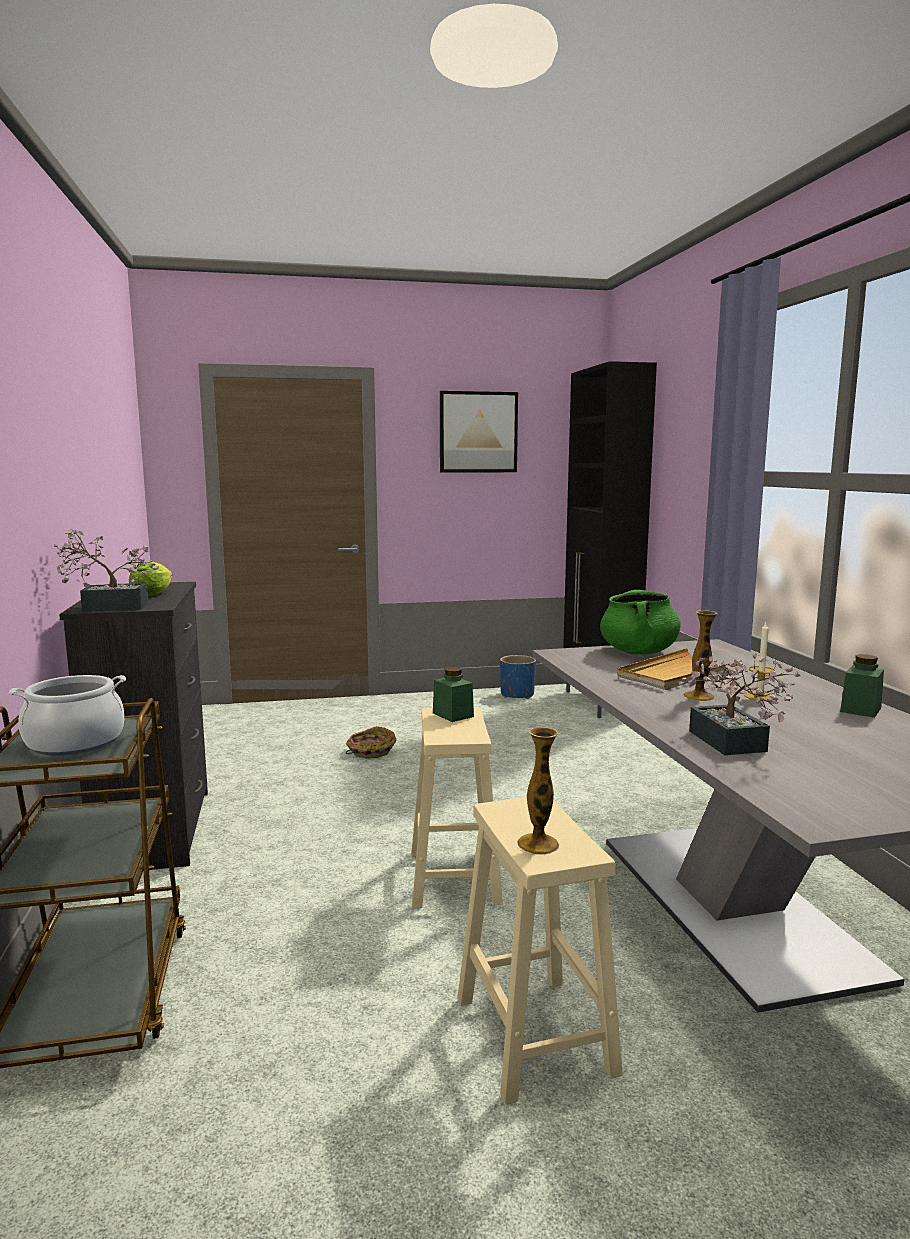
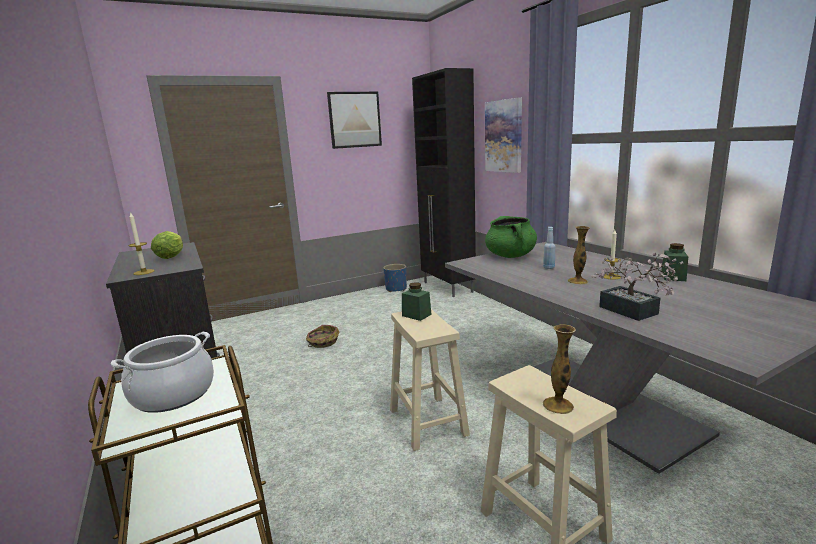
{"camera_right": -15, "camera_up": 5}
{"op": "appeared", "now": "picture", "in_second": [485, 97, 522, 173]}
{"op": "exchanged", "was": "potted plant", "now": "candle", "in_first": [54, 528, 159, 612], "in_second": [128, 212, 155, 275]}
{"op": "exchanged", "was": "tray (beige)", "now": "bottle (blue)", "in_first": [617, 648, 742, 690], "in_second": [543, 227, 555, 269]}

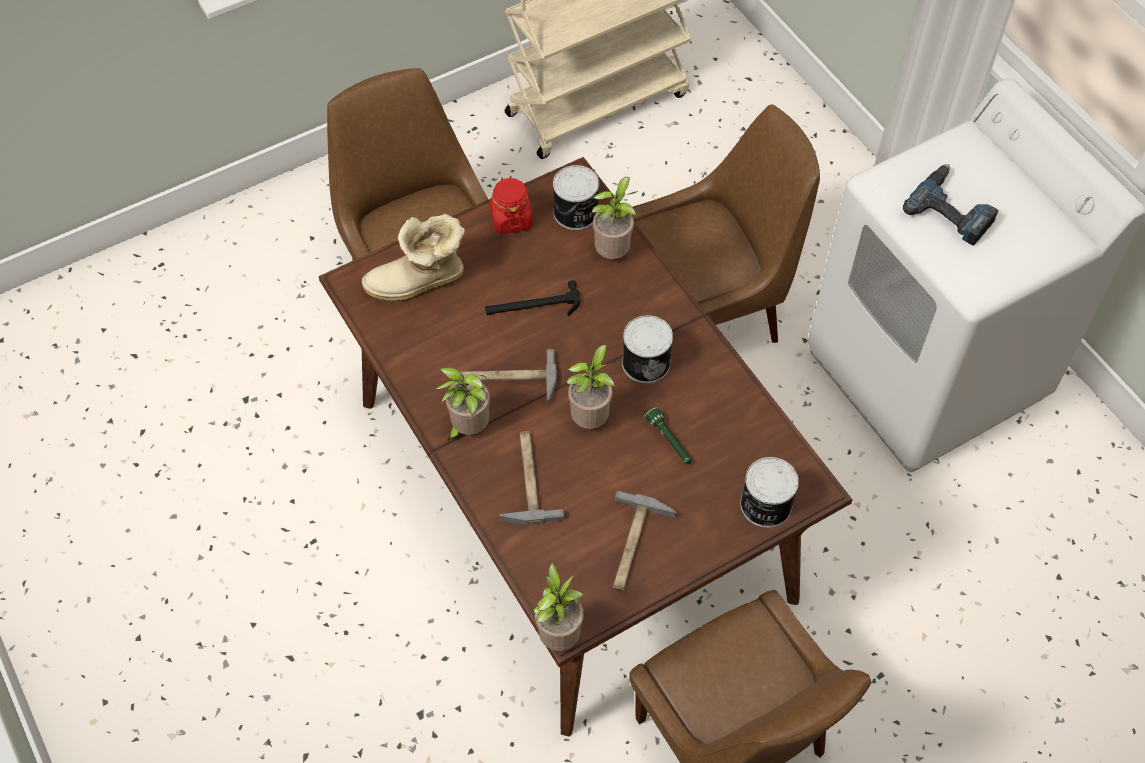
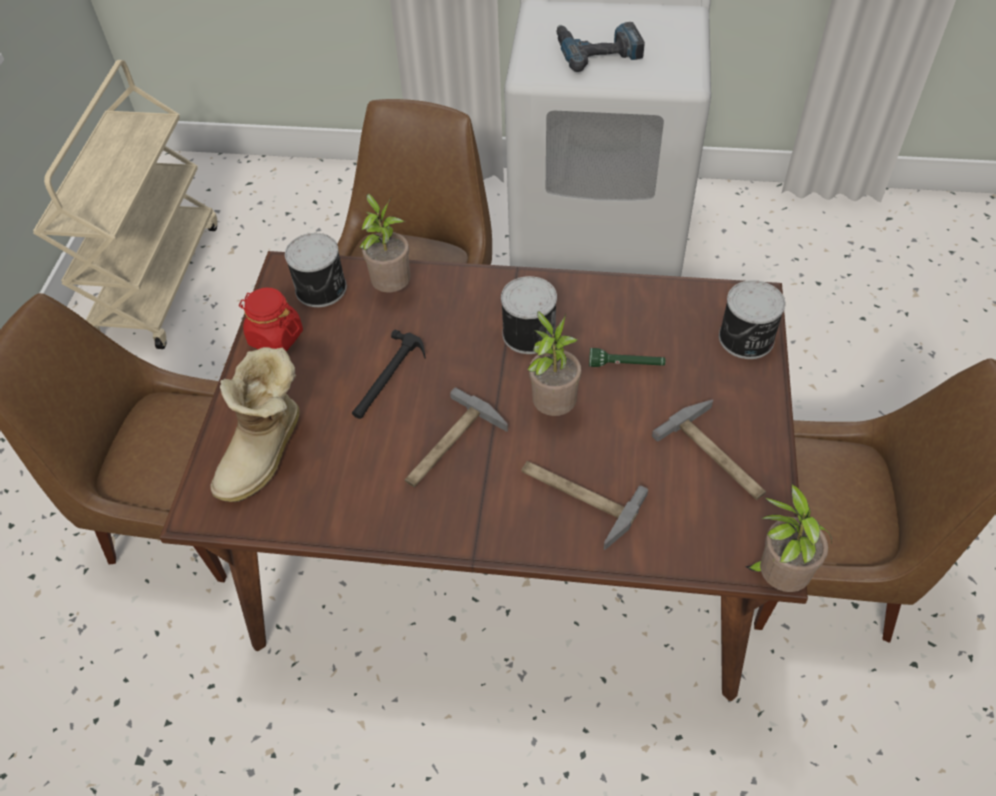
{"camera_right": -50, "camera_up": -5}
{"op": "missing", "was": "potted plant", "in_first": [436, 367, 490, 441]}

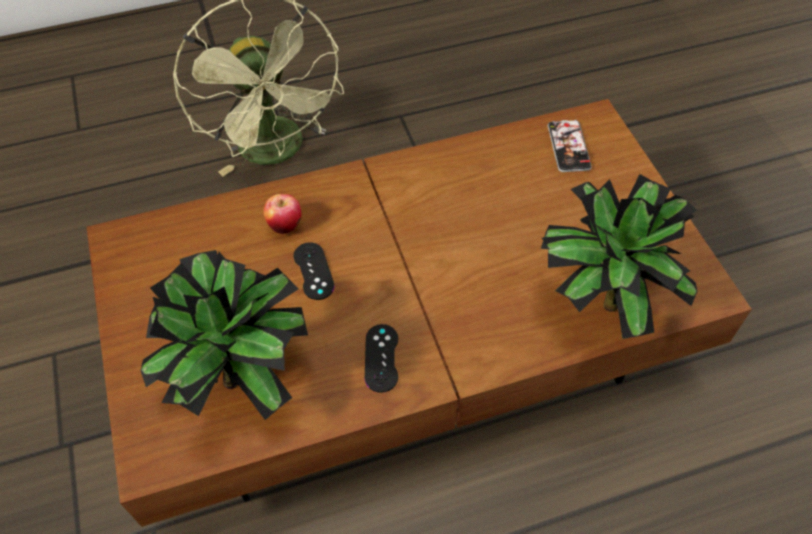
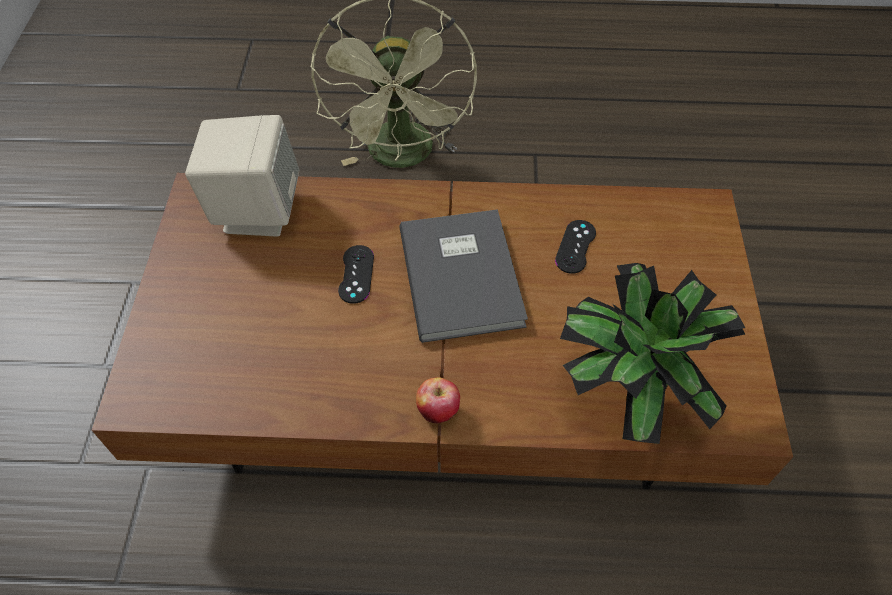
{"camera_right": 20, "camera_up": 0}
{"op": "missing", "was": "potted plant", "in_first": [141, 250, 308, 420]}
{"op": "missing", "was": "phone", "in_first": [547, 120, 592, 172]}
{"op": "appeared", "now": "speaker (beige)", "in_second": [185, 115, 299, 237]}
{"op": "appeared", "now": "book (grey)", "in_second": [400, 209, 528, 343]}
{"op": "relocated", "was": "apple", "in_first": [263, 194, 301, 234], "in_second": [416, 377, 460, 423]}
{"op": "relocated", "was": "game controller (black)", "in_first": [365, 324, 398, 393], "in_second": [555, 220, 596, 274]}

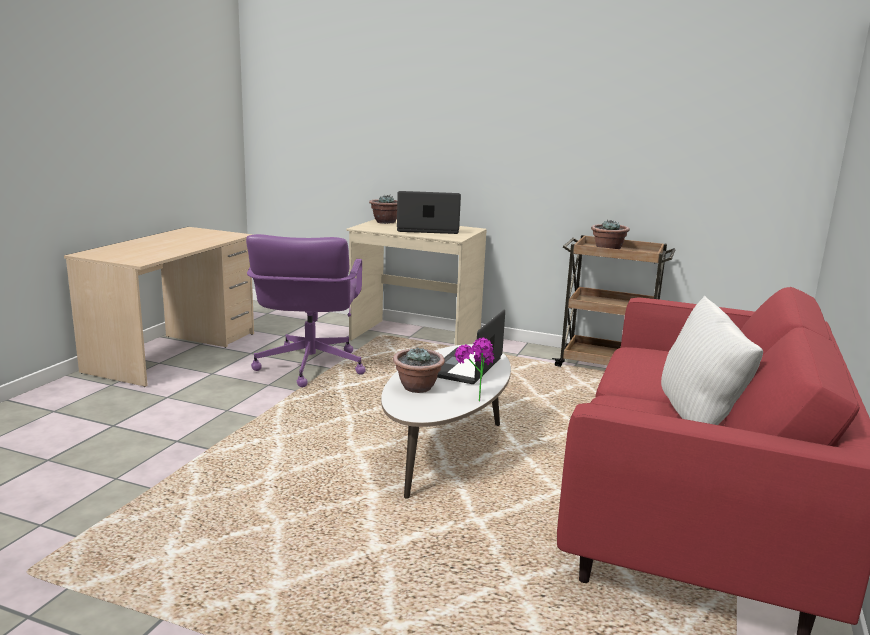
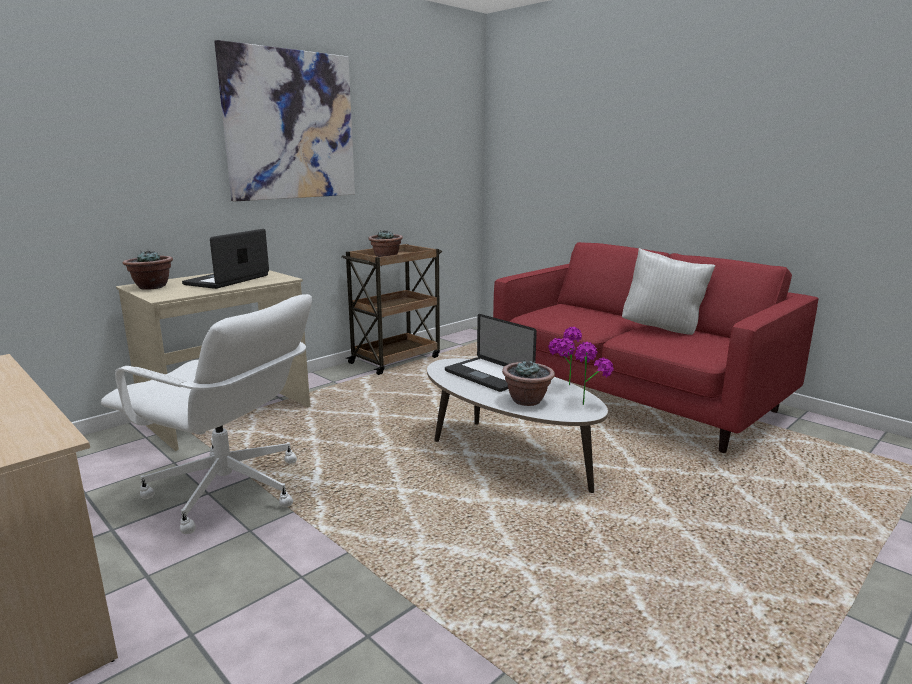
{"camera_right": -65, "camera_up": 0}
{"op": "appeared", "now": "picture", "in_second": [214, 40, 355, 201]}
{"op": "appeared", "now": "potted plant", "in_second": [575, 342, 614, 405]}
{"op": "colour", "was": "office chair (purple)", "now": "office chair (white)", "in_first": [246, 234, 366, 387], "in_second": [101, 294, 312, 534]}

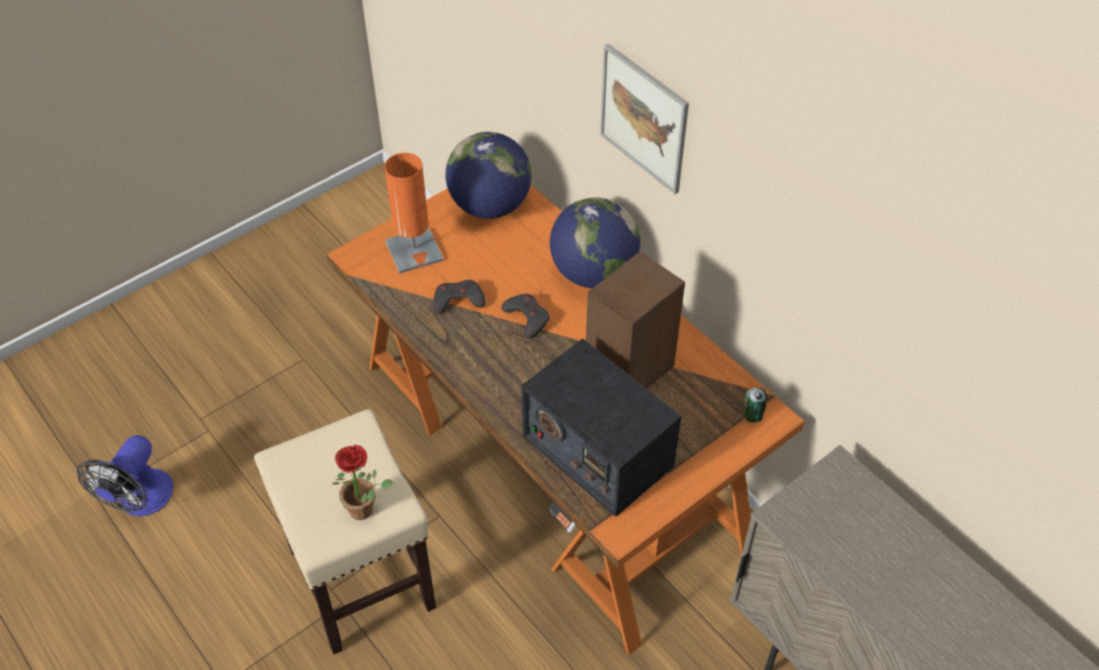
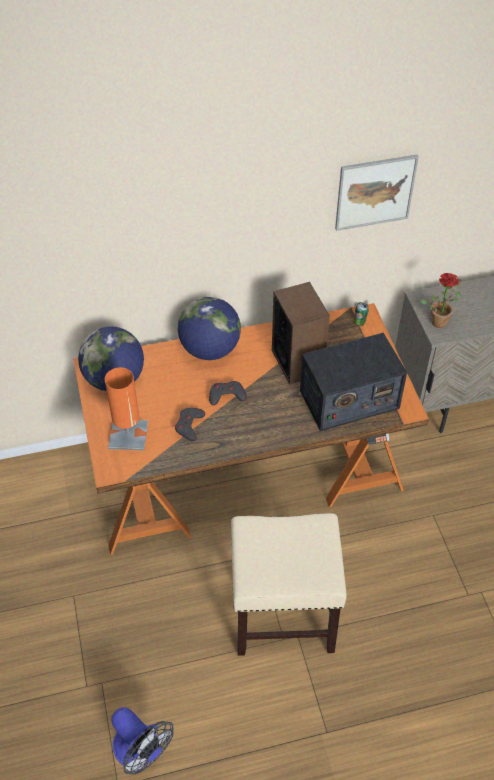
{"camera_right": -65, "camera_up": 0}
{"op": "relocated", "was": "potted plant", "in_first": [332, 445, 393, 520], "in_second": [420, 273, 461, 328]}
{"op": "relocated", "was": "picture", "in_first": [600, 44, 689, 194], "in_second": [335, 155, 419, 231]}

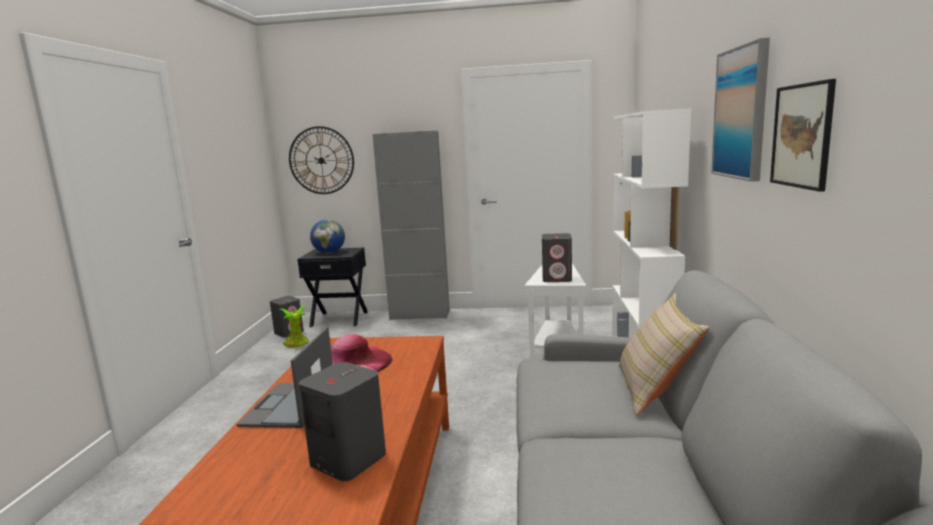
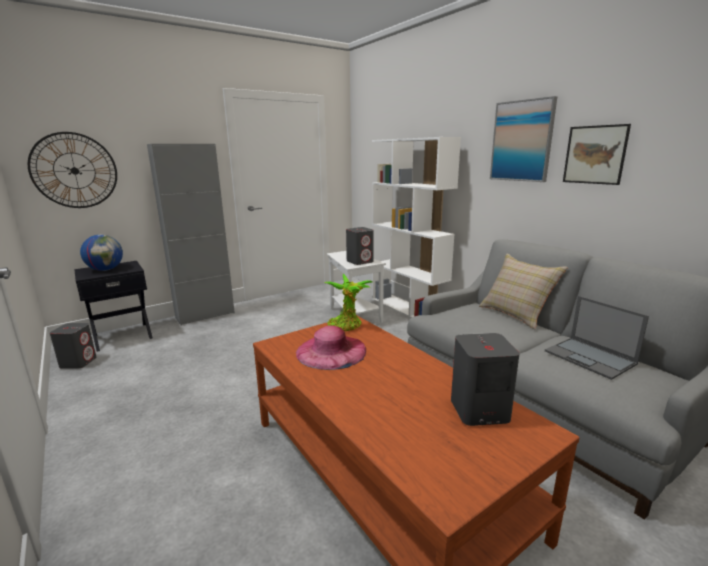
{"camera_right": -40, "camera_up": 5}
{"op": "relocated", "was": "laptop", "in_first": [237, 327, 333, 428], "in_second": [545, 296, 649, 380]}
{"op": "relocated", "was": "potted plant", "in_first": [280, 305, 308, 347], "in_second": [325, 273, 372, 331]}

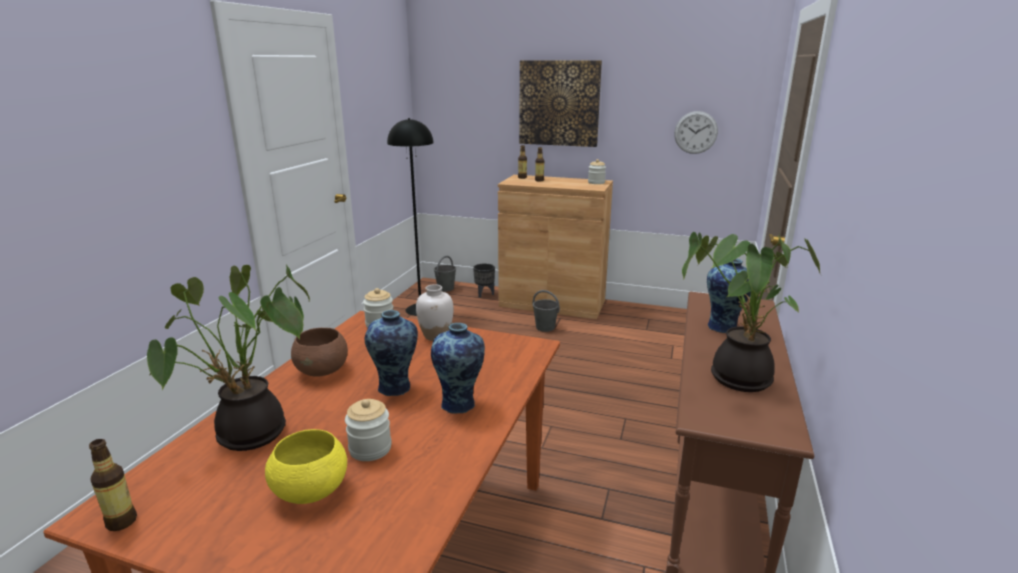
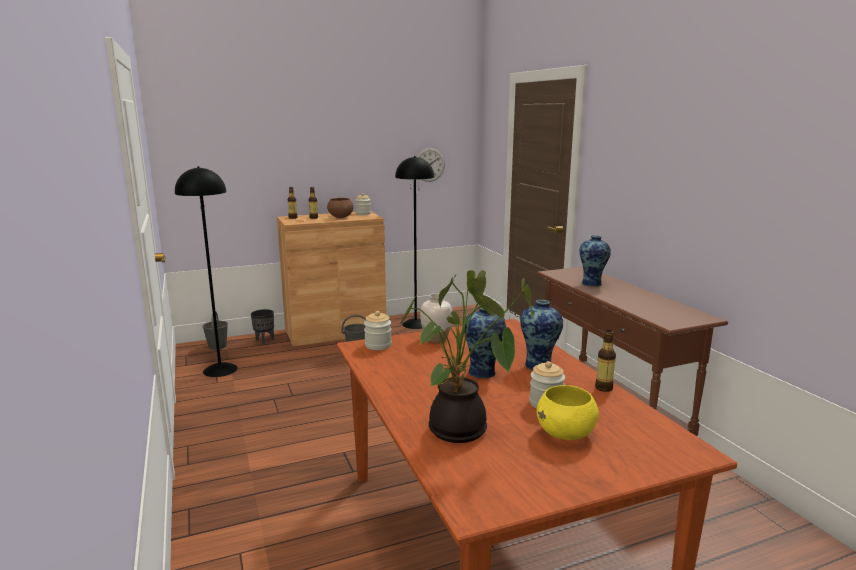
{"camera_right": -40, "camera_up": -5}
{"op": "missing", "was": "picture", "in_first": [519, 60, 602, 147]}
{"op": "missing", "was": "potted plant", "in_first": [682, 232, 821, 392]}
{"op": "appeared", "now": "floor lamp (black)", "in_second": [395, 156, 434, 329]}
{"op": "relocated", "was": "bottle", "in_first": [89, 439, 137, 531], "in_second": [595, 330, 616, 392]}
{"op": "relocated", "was": "bowl (brown)", "in_first": [291, 328, 348, 377], "in_second": [327, 198, 353, 218]}

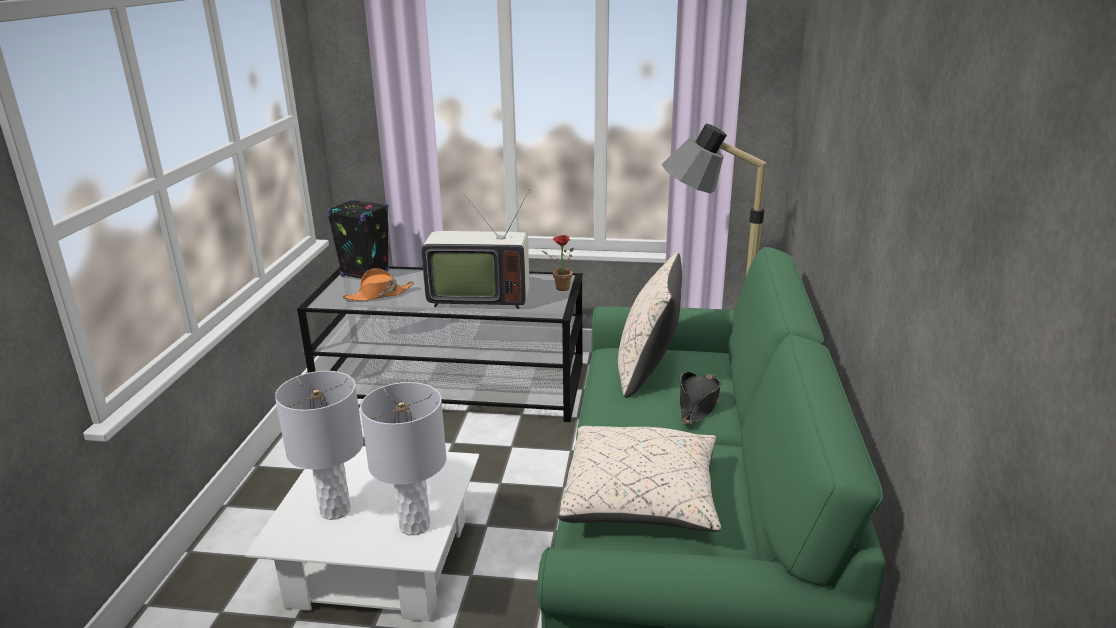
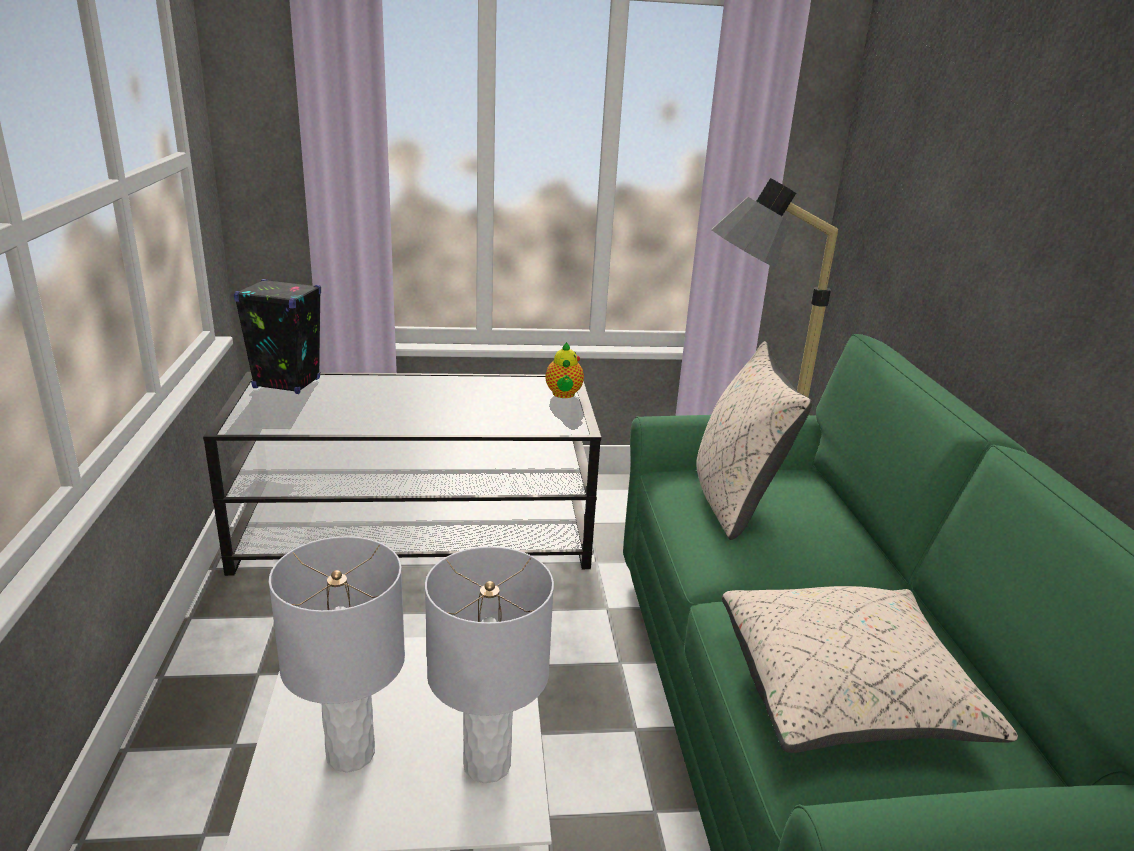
{"camera_right": -15, "camera_up": 0}
{"op": "missing", "was": "hat (orange)", "in_first": [343, 268, 414, 301]}
{"op": "missing", "was": "television", "in_first": [422, 191, 529, 309]}
{"op": "missing", "was": "hat (black)", "in_first": [680, 372, 720, 424]}
{"op": "exchanged", "was": "potted plant", "now": "teapot", "in_first": [541, 235, 574, 291], "in_second": [545, 342, 584, 398]}

